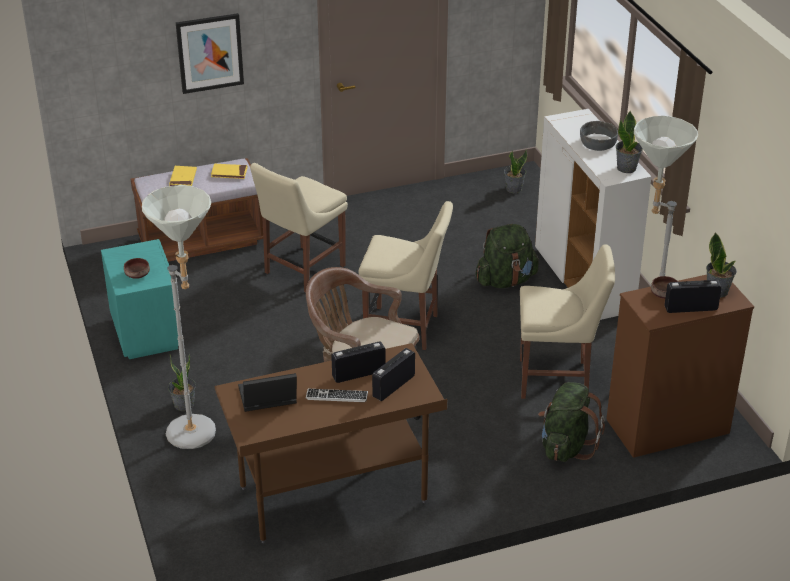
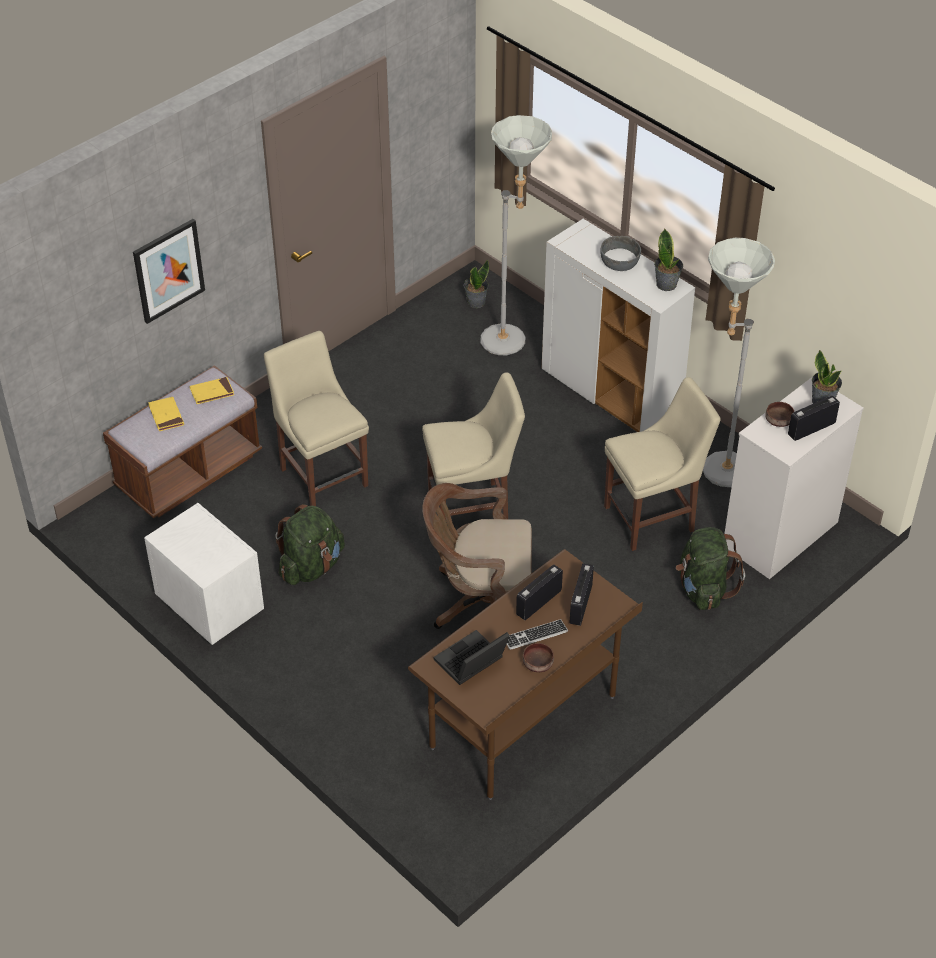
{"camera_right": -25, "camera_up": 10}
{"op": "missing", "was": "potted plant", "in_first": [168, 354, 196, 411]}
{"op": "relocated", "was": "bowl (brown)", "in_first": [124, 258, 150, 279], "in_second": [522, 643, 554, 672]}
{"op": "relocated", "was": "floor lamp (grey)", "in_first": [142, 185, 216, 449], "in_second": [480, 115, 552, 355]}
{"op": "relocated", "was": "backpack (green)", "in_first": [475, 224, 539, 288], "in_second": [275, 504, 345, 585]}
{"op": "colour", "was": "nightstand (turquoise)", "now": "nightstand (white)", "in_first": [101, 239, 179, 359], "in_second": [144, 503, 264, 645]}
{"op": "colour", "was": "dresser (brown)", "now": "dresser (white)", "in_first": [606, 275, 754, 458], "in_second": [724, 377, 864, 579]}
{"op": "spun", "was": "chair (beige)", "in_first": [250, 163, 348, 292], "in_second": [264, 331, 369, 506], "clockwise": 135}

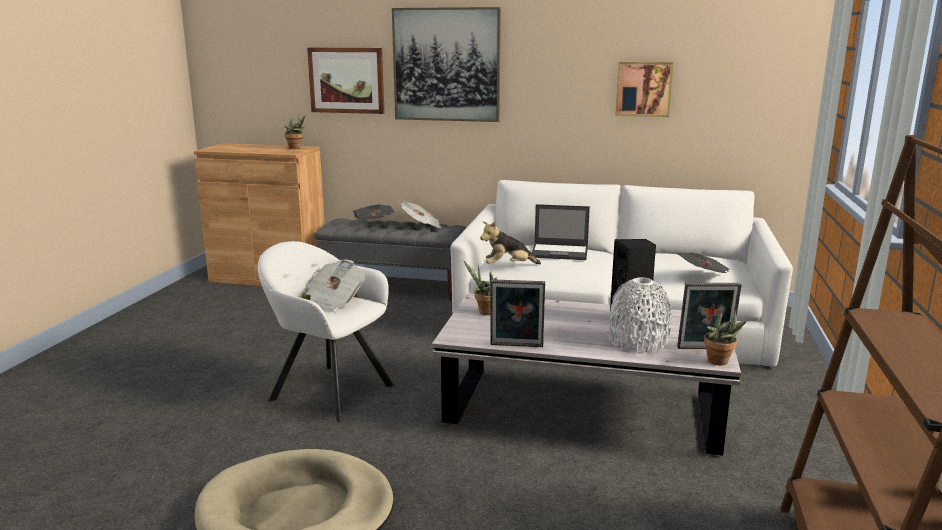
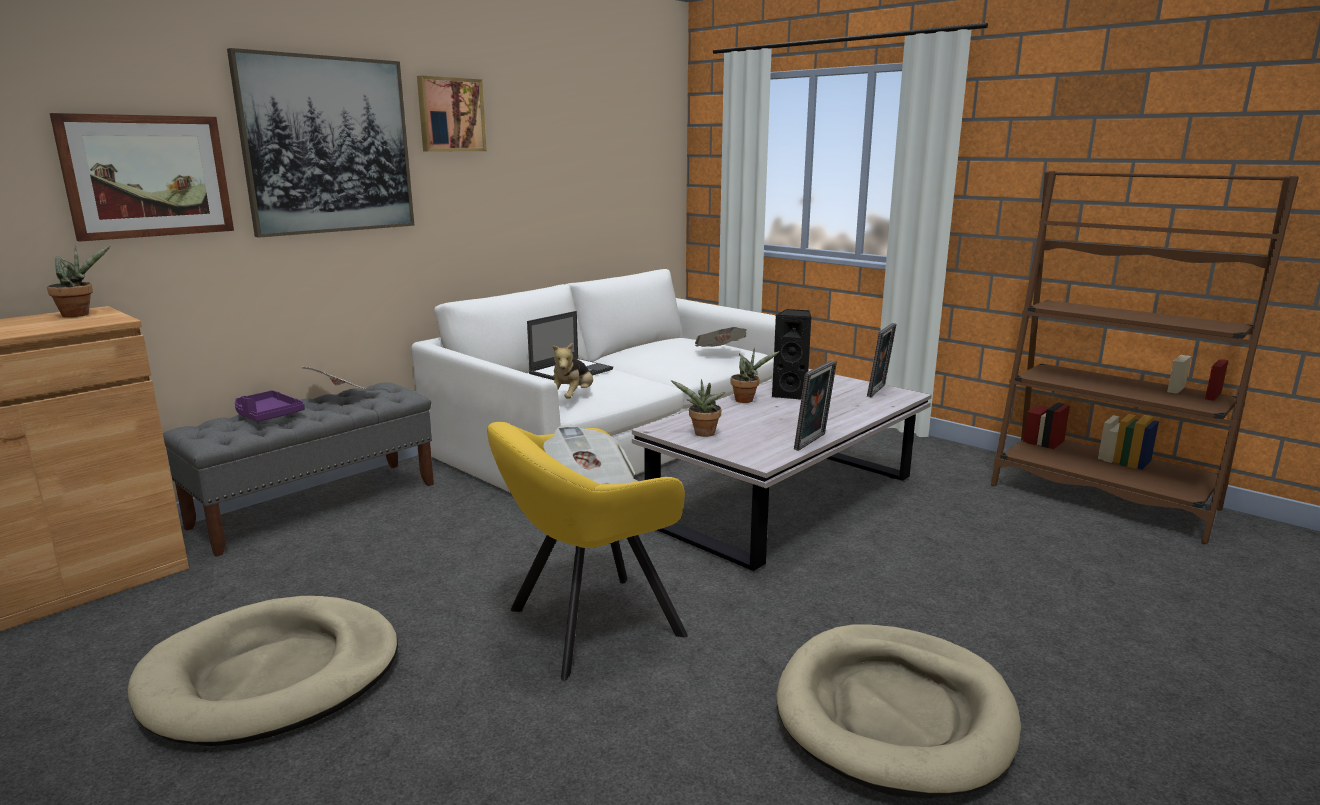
{"camera_right": -60, "camera_up": 0}
{"op": "missing", "was": "vase (white)", "in_first": [609, 278, 671, 353]}
{"op": "appeared", "now": "dog bed (beige)", "in_second": [128, 596, 398, 746]}
{"op": "relocated", "was": "picture", "in_first": [615, 62, 674, 117], "in_second": [417, 76, 487, 152]}
{"op": "relocated", "was": "potted plant", "in_first": [704, 310, 746, 365], "in_second": [731, 348, 780, 403]}
{"op": "exchanged", "was": "newspaper", "now": "tray (purple)", "in_first": [353, 204, 394, 219], "in_second": [235, 390, 305, 422]}
{"op": "colour", "was": "armchair (white)", "now": "armchair (yellow)", "in_first": [258, 241, 394, 422], "in_second": [487, 422, 688, 680]}

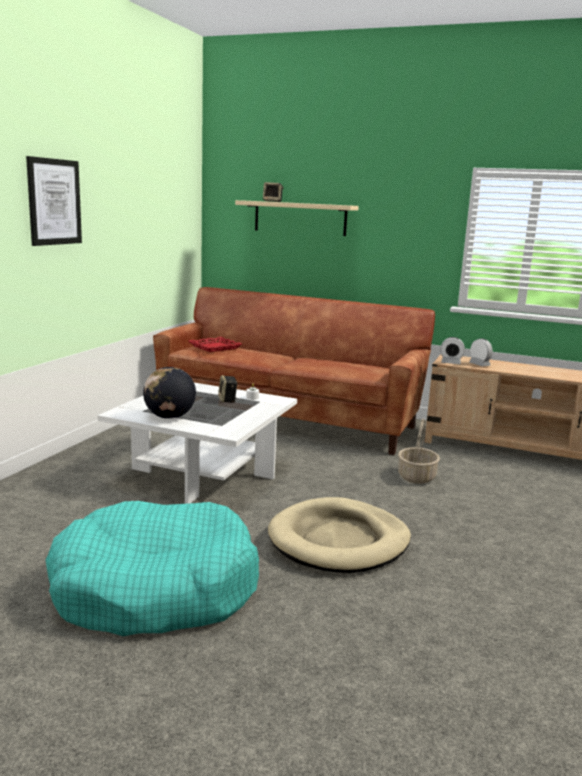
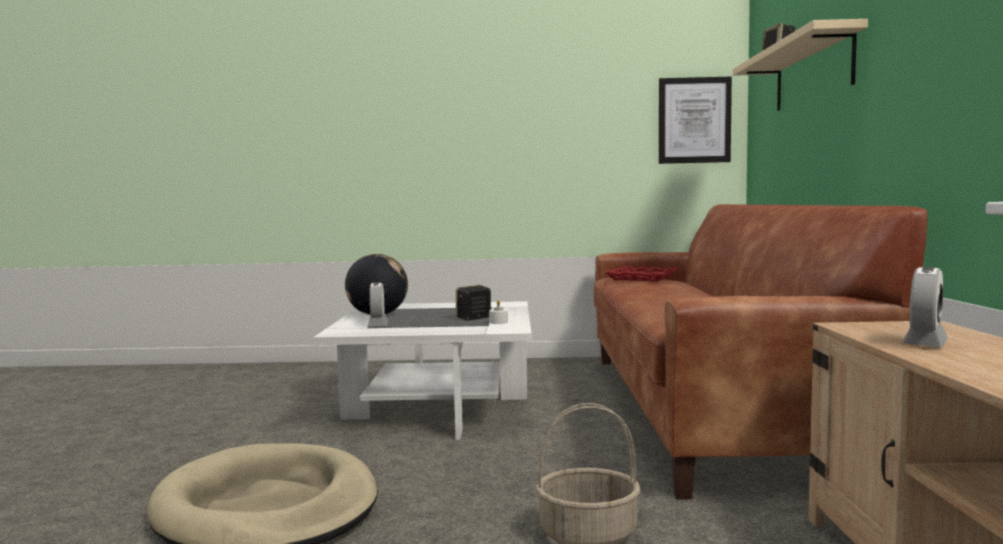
{"camera_right": 70, "camera_up": -10}
{"op": "missing", "was": "dog bed (turquoise)", "in_first": [46, 501, 259, 636]}
{"op": "relocated", "was": "picture", "in_first": [26, 156, 82, 246], "in_second": [659, 77, 732, 164]}
{"op": "relocated", "was": "alarm clock", "in_first": [440, 337, 465, 364], "in_second": [368, 282, 388, 327]}

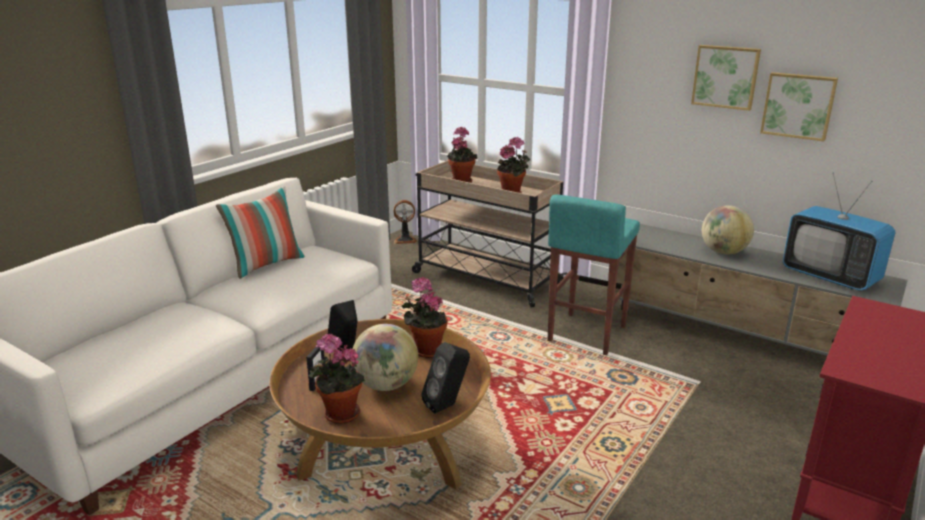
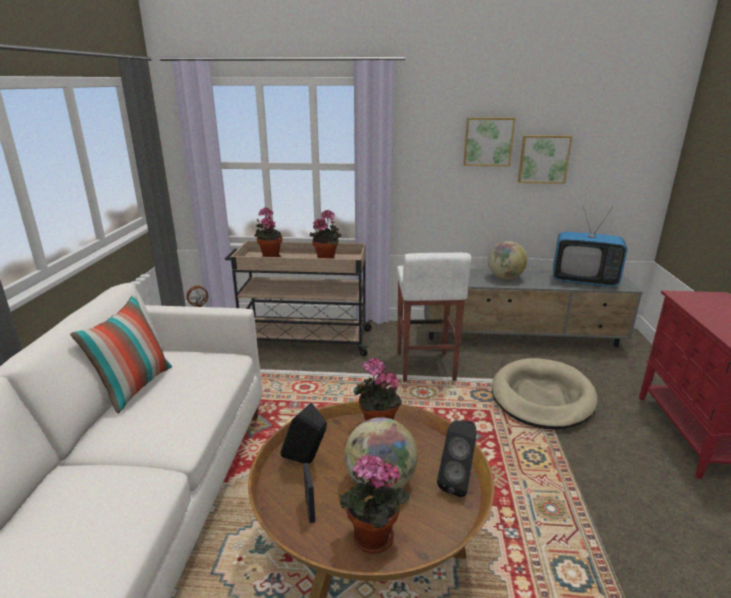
{"camera_right": -30, "camera_up": 0}
{"op": "appeared", "now": "dog bed (beige)", "in_second": [492, 358, 598, 429]}
{"op": "colour", "was": "stool (turquoise)", "now": "stool (white)", "in_first": [548, 195, 640, 355], "in_second": [397, 253, 471, 382]}

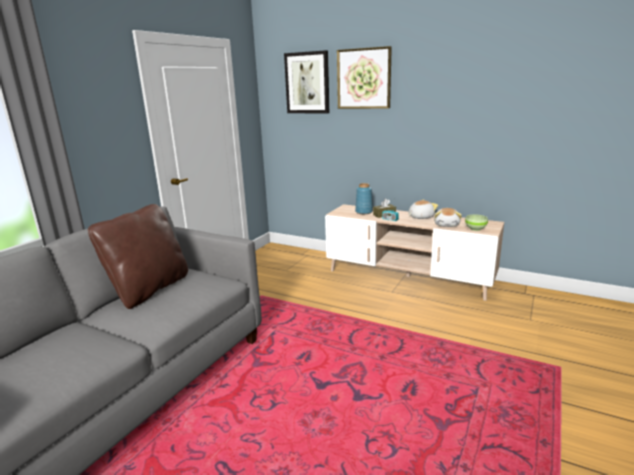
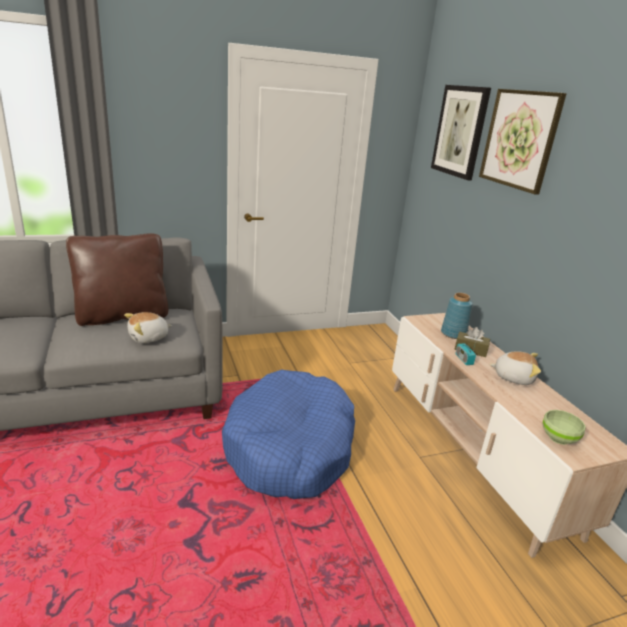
{"camera_right": 40, "camera_up": 5}
{"op": "appeared", "now": "dog bed (blue)", "in_second": [222, 370, 355, 499]}
{"op": "relocated", "was": "plush toy", "in_first": [434, 208, 462, 227], "in_second": [124, 312, 172, 343]}

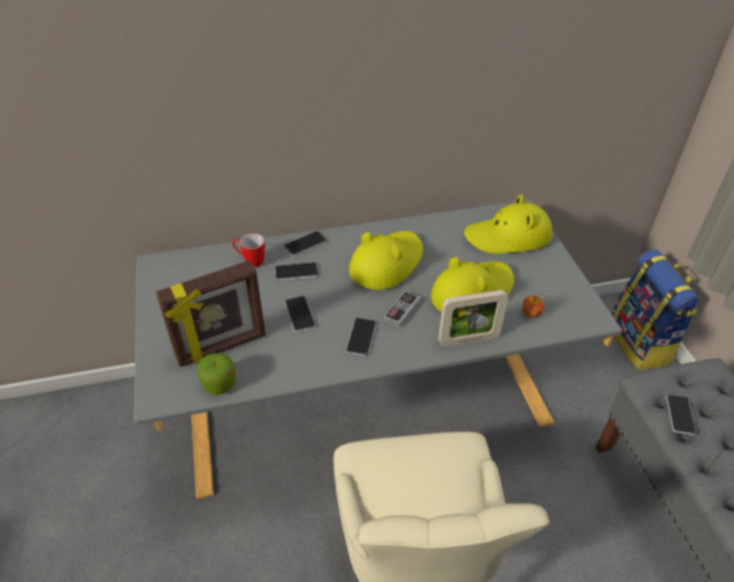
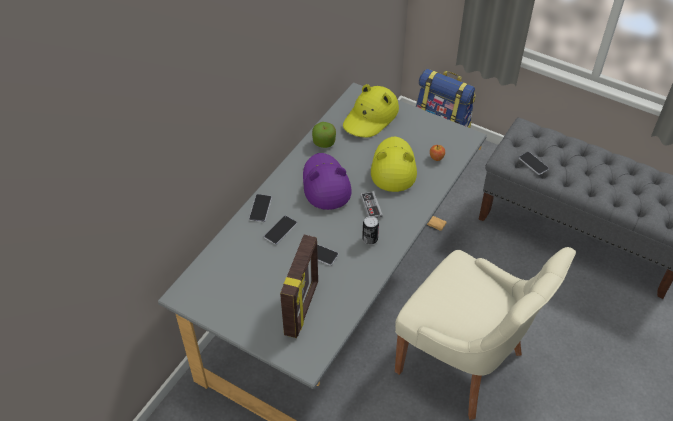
{"camera_right": -45, "camera_up": 5}
{"op": "missing", "was": "mug", "in_first": [233, 234, 265, 267]}
{"op": "missing", "was": "picture frame", "in_first": [438, 290, 508, 347]}
{"op": "relocated", "was": "apple", "in_first": [197, 353, 236, 395], "in_second": [312, 122, 336, 148]}
{"op": "exchanged", "was": "phone", "now": "can", "in_first": [346, 318, 377, 356], "in_second": [362, 216, 379, 245]}
{"op": "colour", "was": "hat (yellow)", "now": "hat (purple)", "in_first": [349, 231, 423, 290], "in_second": [303, 153, 352, 210]}

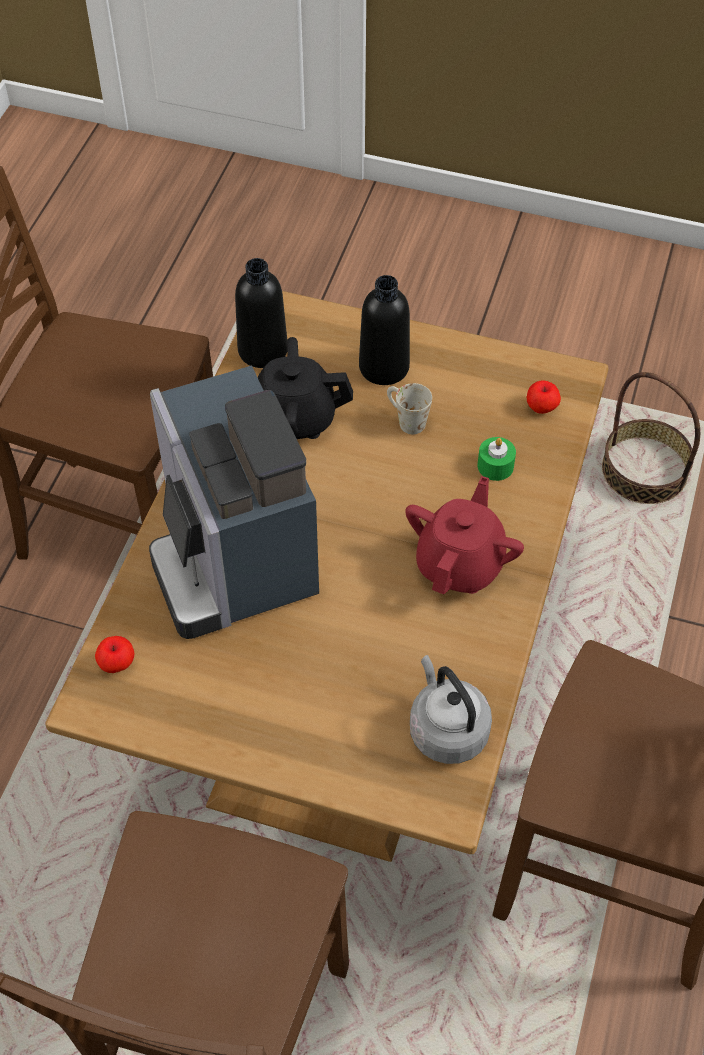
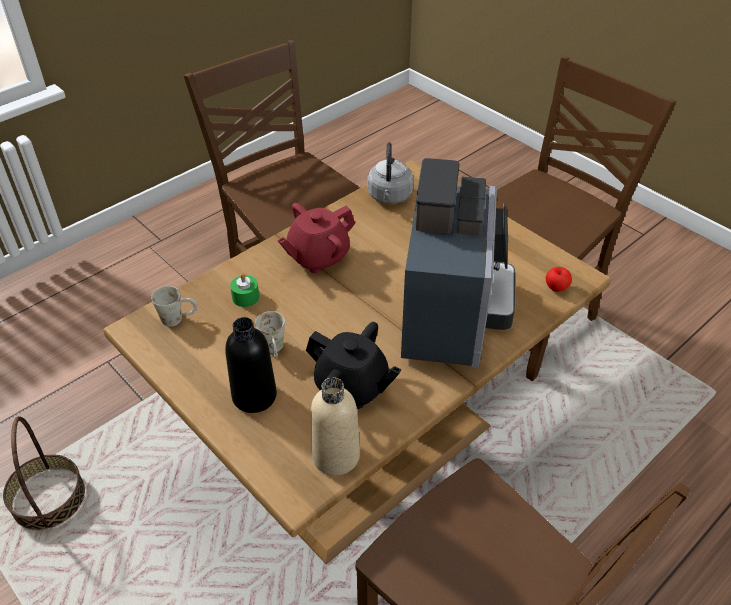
{"camera_right": -150, "camera_up": -10}
{"op": "exchanged", "was": "apple", "now": "mug (white)", "in_first": [526, 380, 561, 414], "in_second": [151, 286, 198, 327]}
{"op": "colour", "was": "bottle (black)", "now": "bottle (beige)", "in_first": [235, 258, 287, 368], "in_second": [311, 377, 360, 476]}

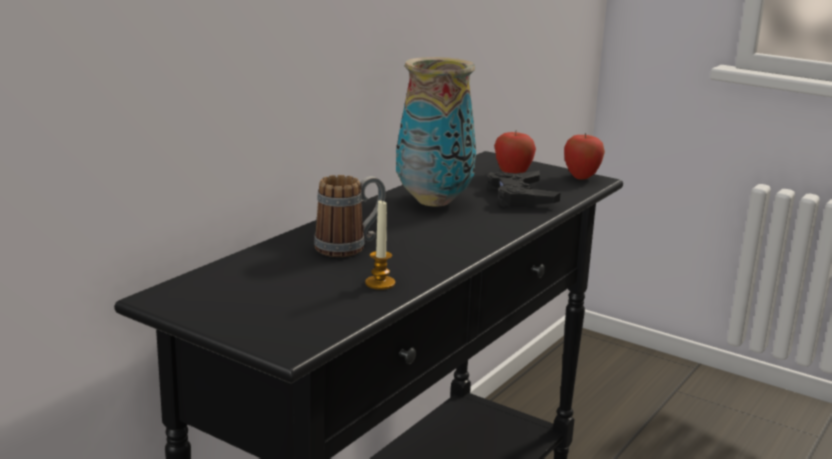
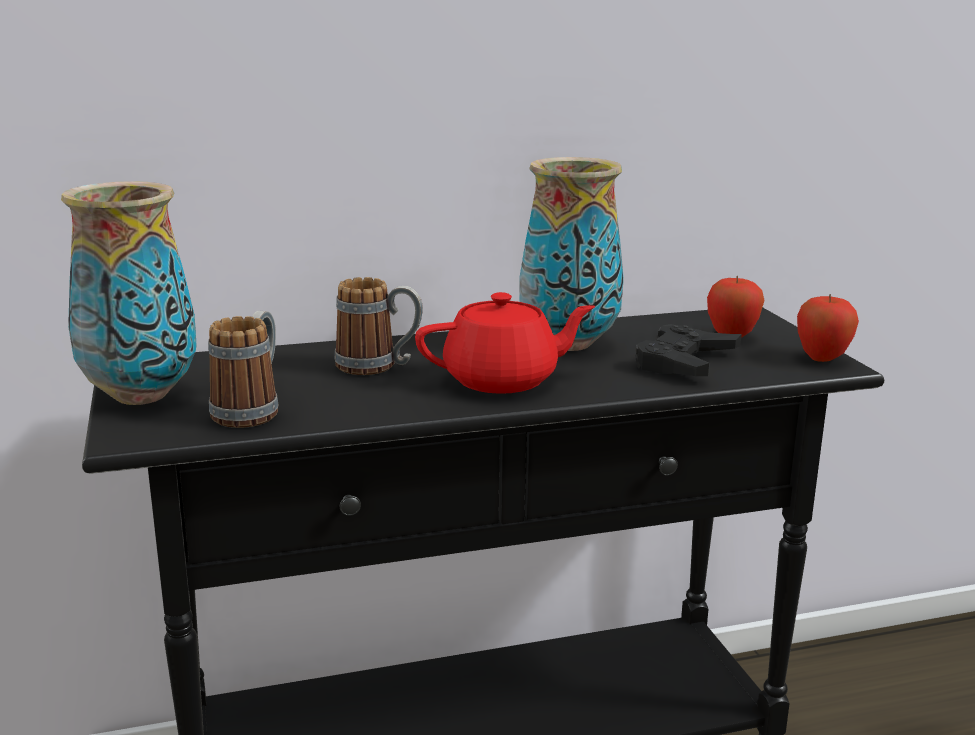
{"camera_right": 40, "camera_up": 0}
{"op": "missing", "was": "candle", "in_first": [365, 199, 395, 290]}
{"op": "appeared", "now": "vase", "in_second": [61, 181, 197, 405]}
{"op": "appeared", "now": "mug", "in_second": [208, 311, 279, 428]}
{"op": "appeared", "now": "teapot (red)", "in_second": [415, 292, 595, 394]}

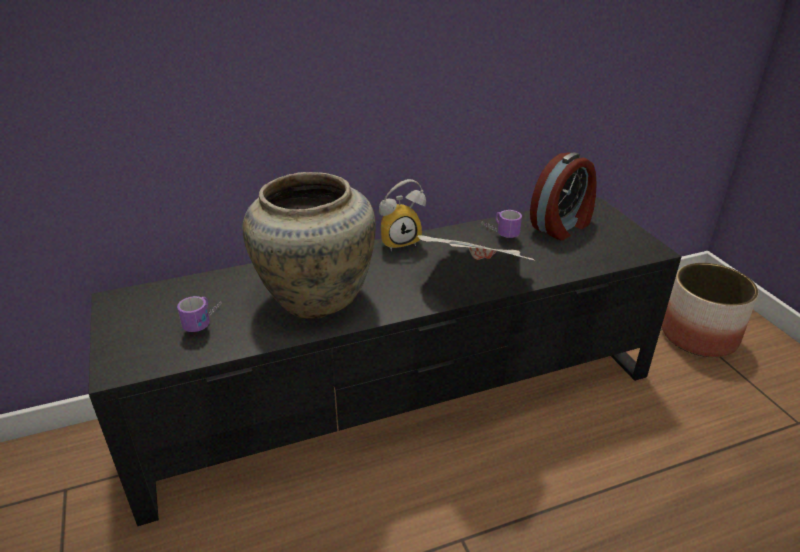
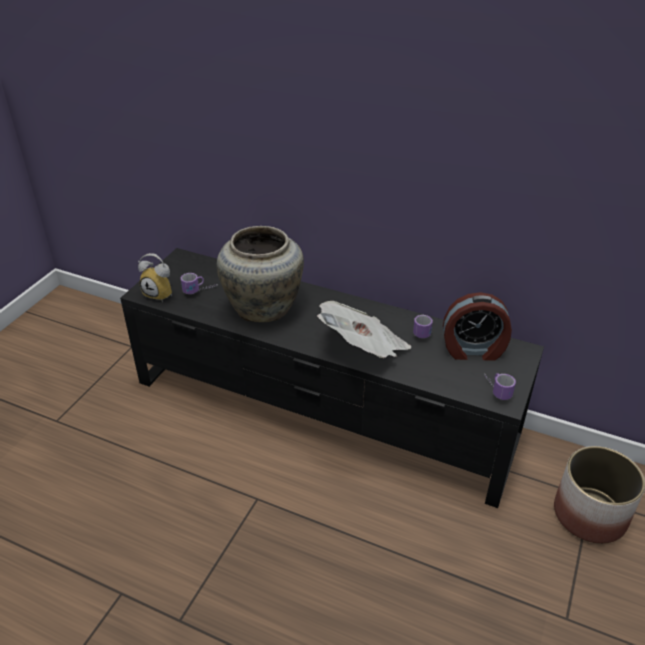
{"camera_right": 45, "camera_up": 5}
{"op": "appeared", "now": "mug", "in_second": [484, 373, 516, 400]}
{"op": "relocated", "was": "alarm clock", "in_first": [379, 179, 426, 251], "in_second": [138, 253, 172, 302]}

